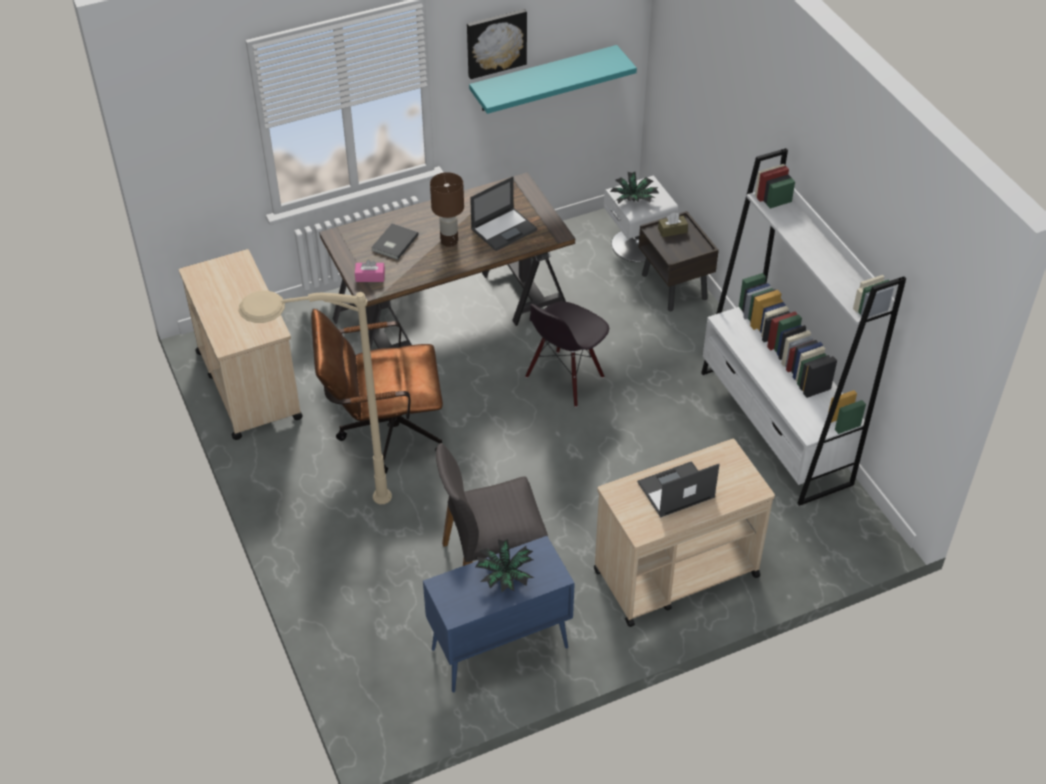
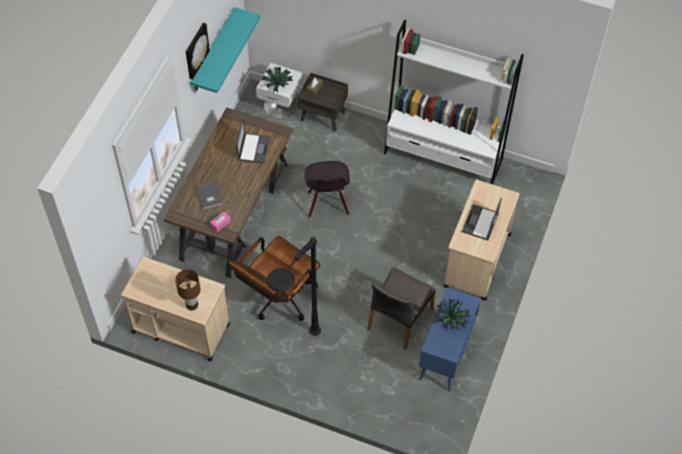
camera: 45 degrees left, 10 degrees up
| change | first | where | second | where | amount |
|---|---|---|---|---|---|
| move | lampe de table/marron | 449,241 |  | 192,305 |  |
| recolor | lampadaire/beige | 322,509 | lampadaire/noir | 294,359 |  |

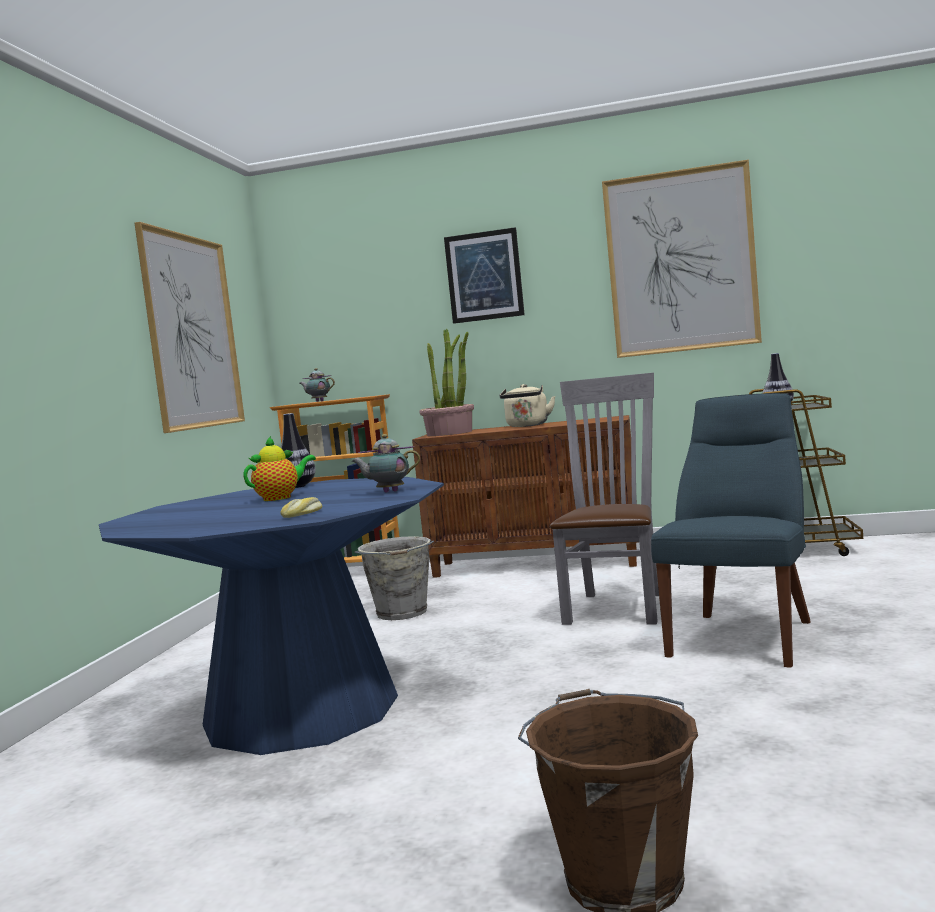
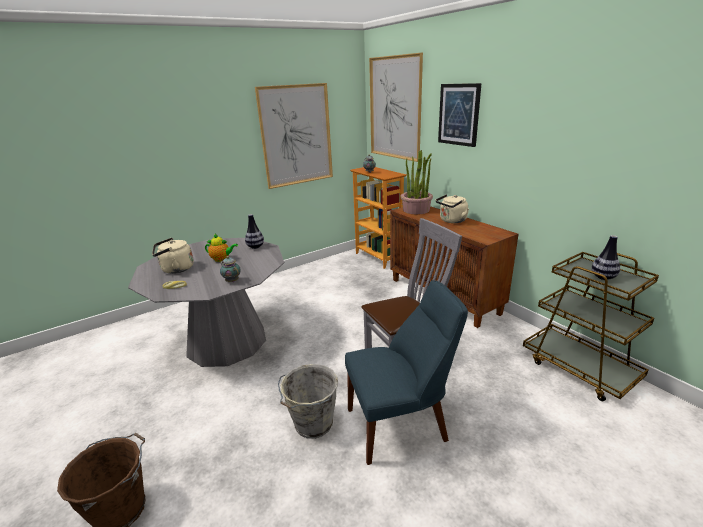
camera: 45 degrees right, 20 degrees up
| change | first | where | second | where | amount |
|---|---|---|---|---|---|
| insert |  |  | bouilloire/beige | 175,269 |  |
| move | seau/gris | 402,613 |  | 312,424 |  |
| move | tableau | 680,262 |  | 395,108 |  |
| recolor | table à manger/bleu | 301,710 | table à manger/gris | 227,341 |  |

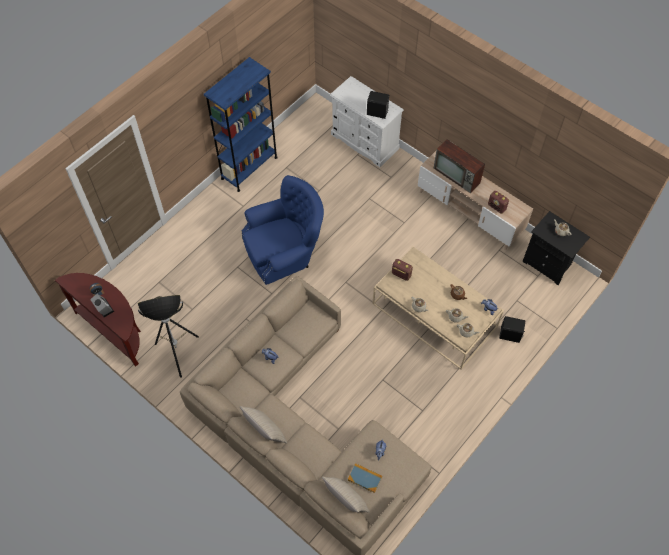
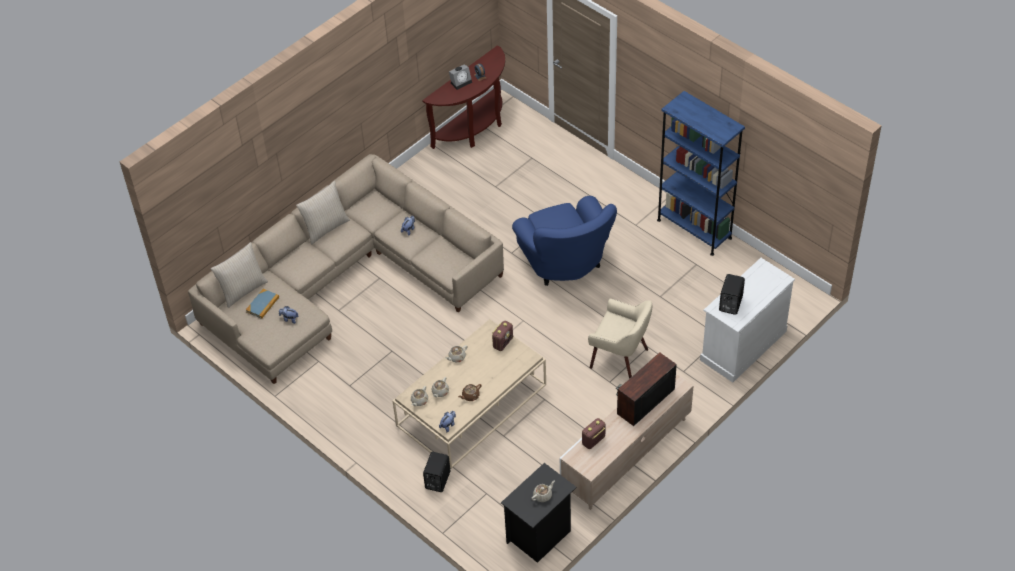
camera: 95 degrees right, 10 degrees down
| change | first | where | second | where | amount |
|---|---|---|---|---|---|
| delete | lampadaire | 178,354 |  |  |  |
| insert |  |  | fauteuil/beige | 620,358 |  |

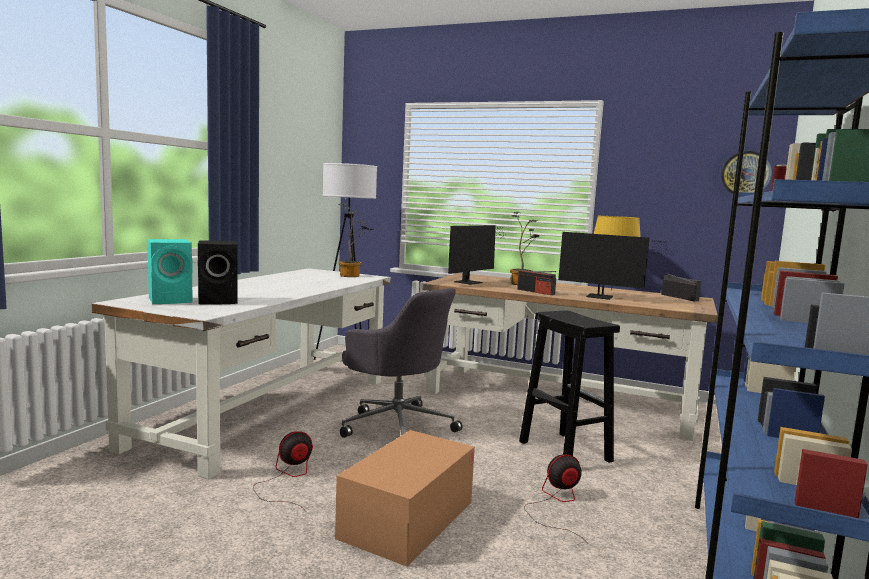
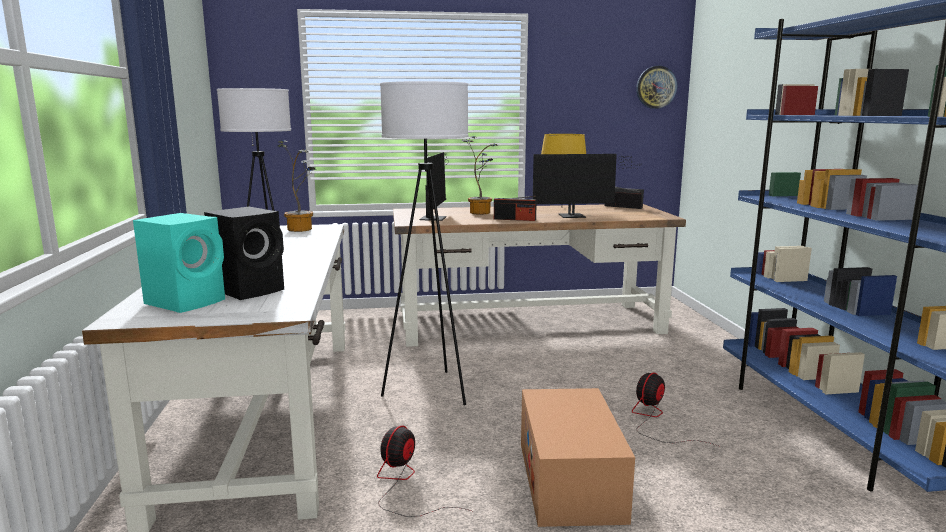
camera: 30 degrees left, 5 degrees up
| change | first | where | second | where | amount |
|---|---|---|---|---|---|
| delete | tabouret/noir | 563,451 |  |  |  |
| replace | chaise de bureau/gris | 397,426 | lampadaire/blanc | 429,390 |  |

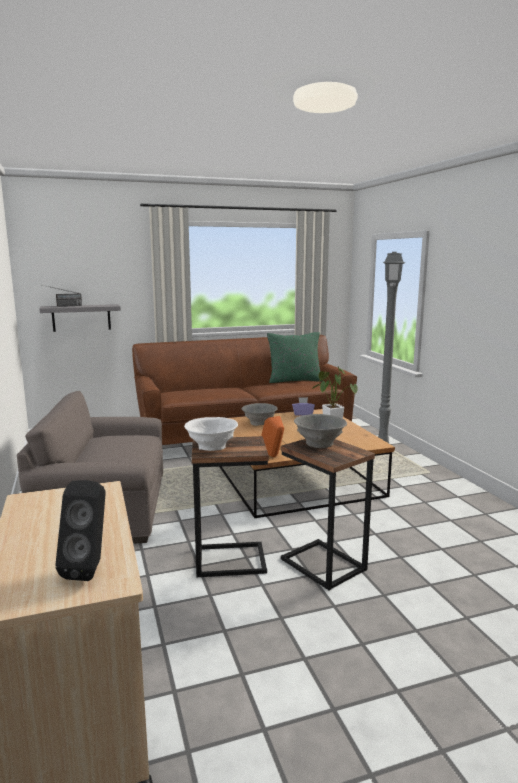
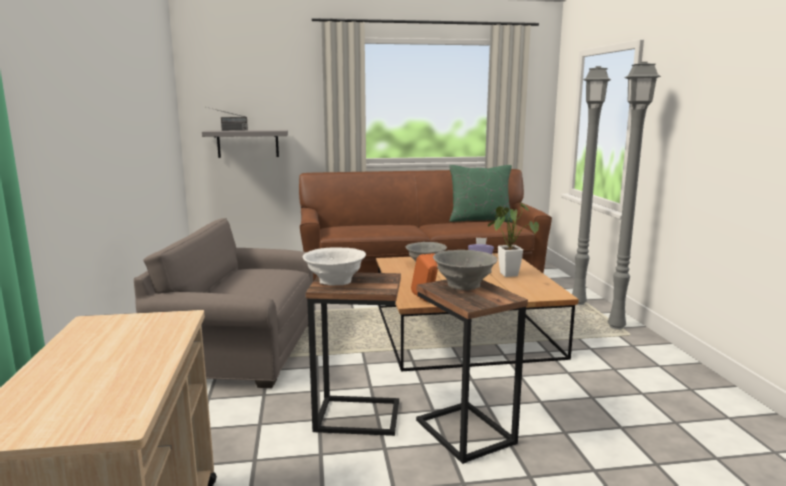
camera: 10 degrees right, 0 degrees up
| change | first | where | second | where | amount |
|---|---|---|---|---|---|
| delete | enceinte/noir | 90,568 |  |  |  |
| insert |  |  | lampadaire/gris | 617,327 |  |

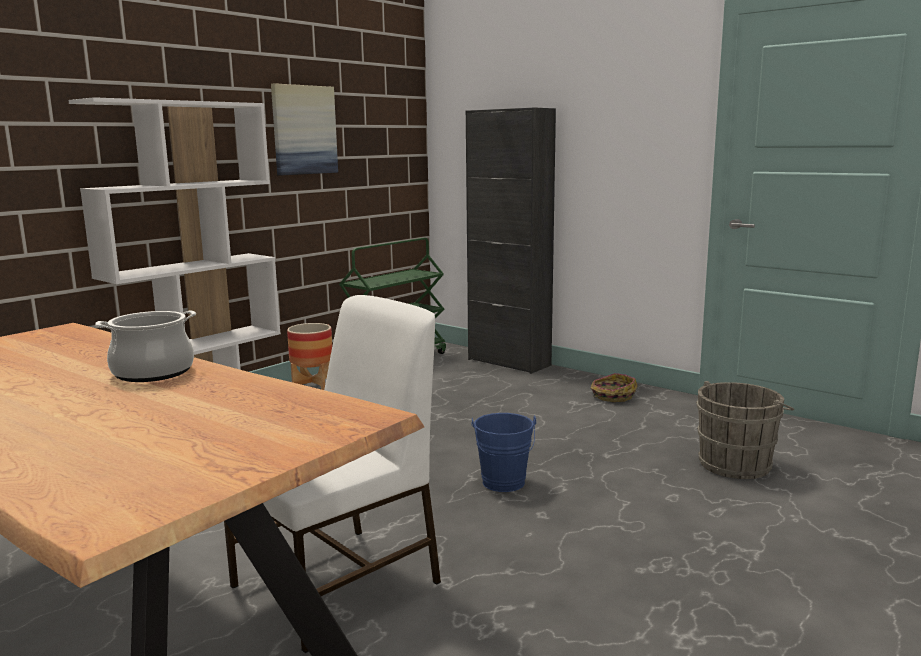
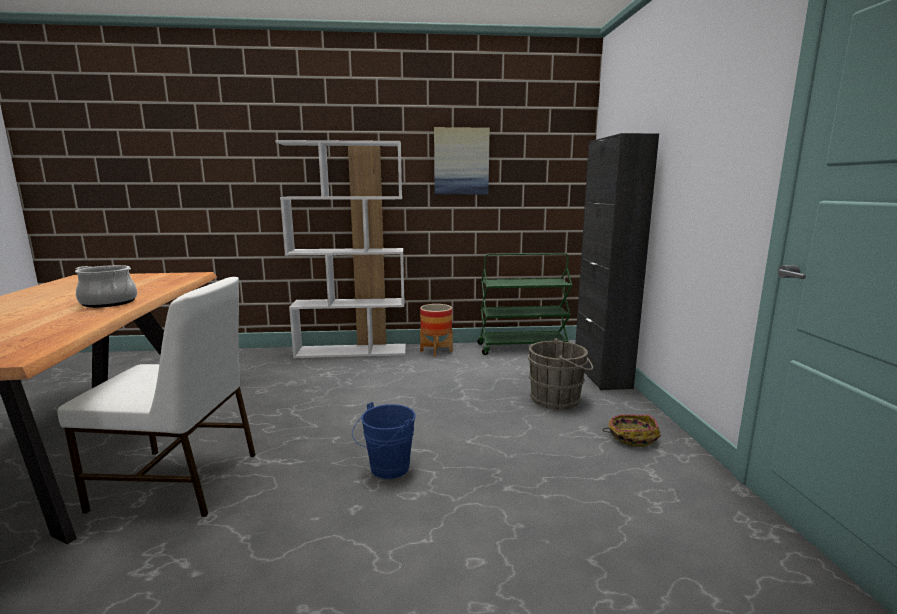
camera: 45 degrees right, 0 degrees up
| change | first | where | second | where | amount |
|---|---|---|---|---|---|
| move | seau/gris | 737,463 |  | 558,399 |  |

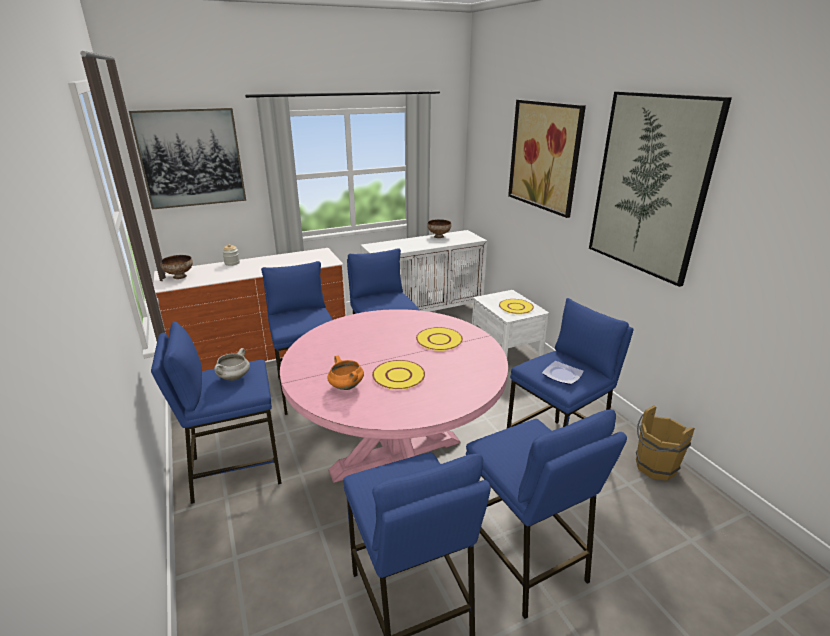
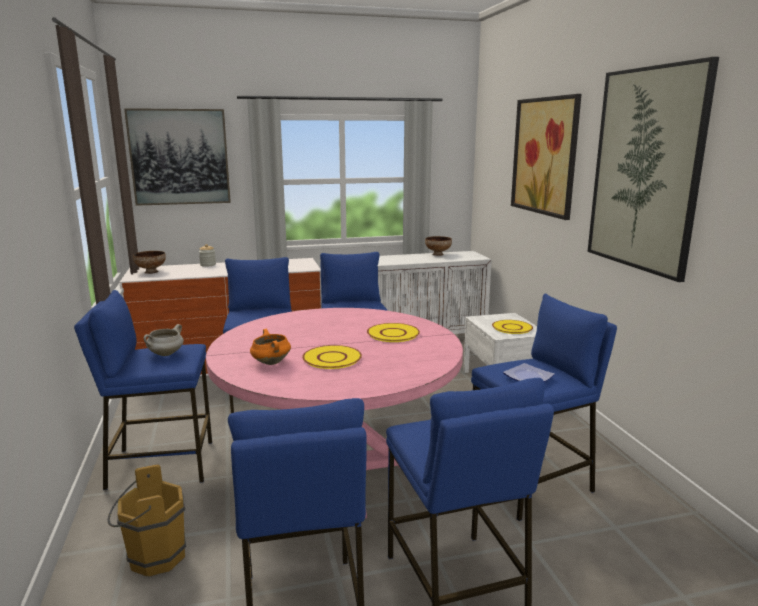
camera: 10 degrees right, 10 degrees down
| change | first | where | second | where | amount |
|---|---|---|---|---|---|
| move | seau/marron | 653,468 |  | 152,558 |  |

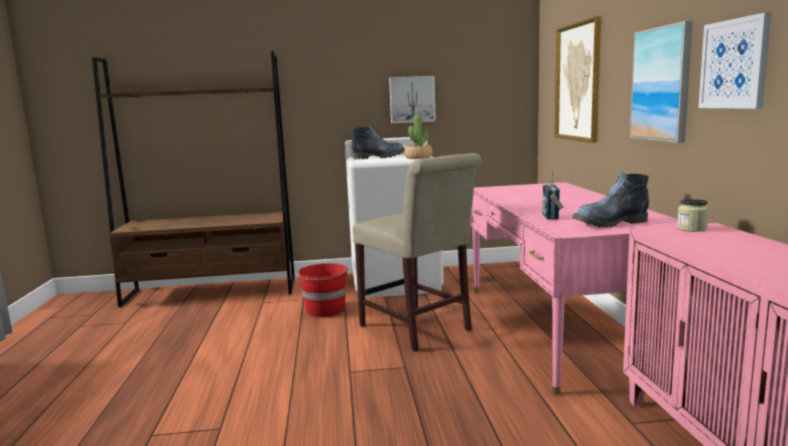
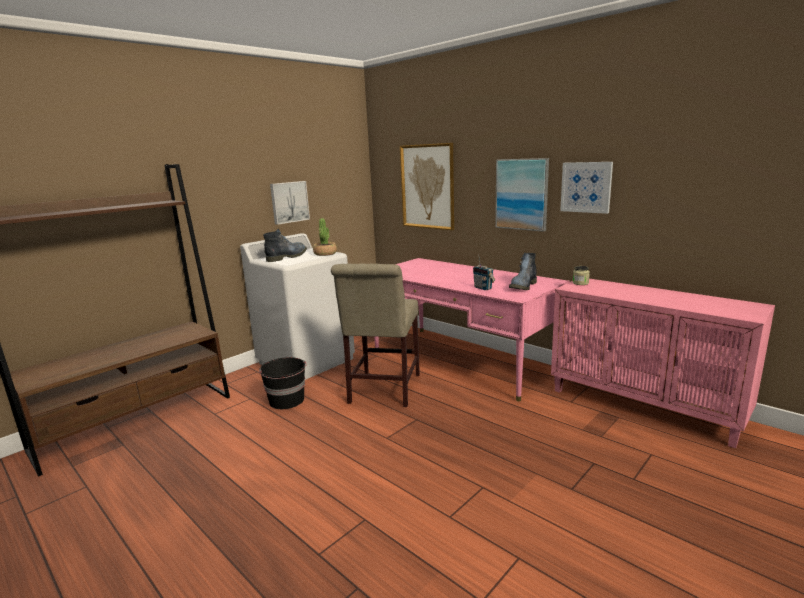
camera: 40 degrees left, 5 degrees up
| change | first | where | second | where | amount |
|---|---|---|---|---|---|
| recolor | seau/rouge | 325,310 | seau/noir | 287,401 |  |
| rotate | chaise/beige | 418,329 |  | 383,390 | 90 degrees clockwise |

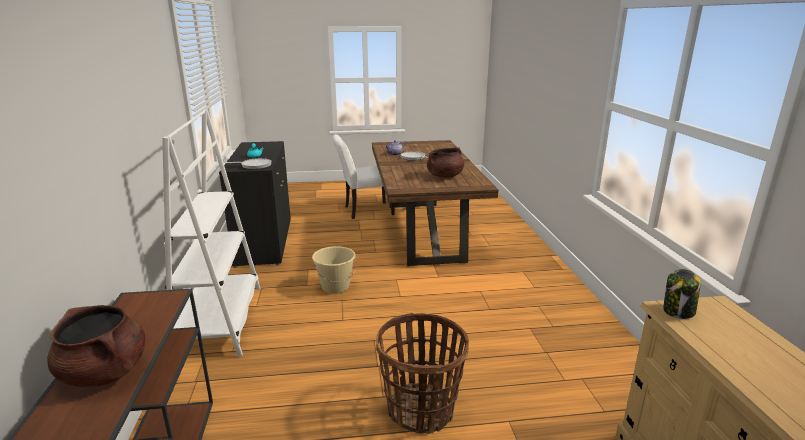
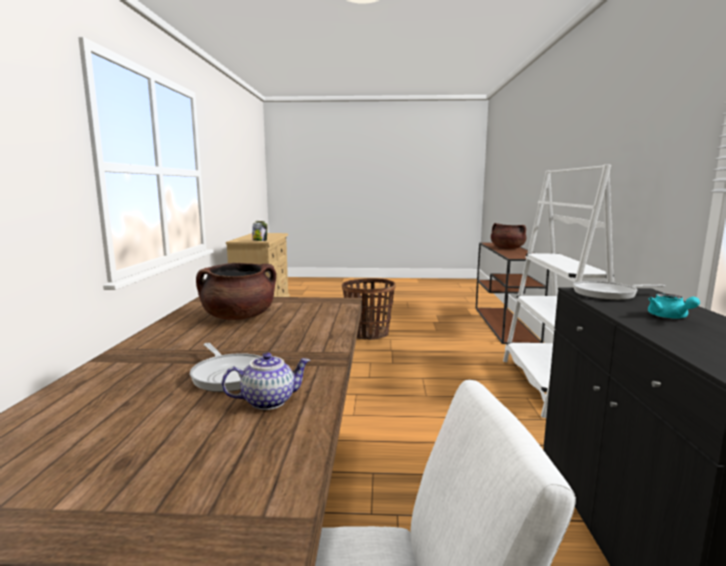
camera: 170 degrees left, 10 degrees down
| change | first | where | second | where | amount |
|---|---|---|---|---|---|
| delete | seau/beige | 335,287 |  |  |  |

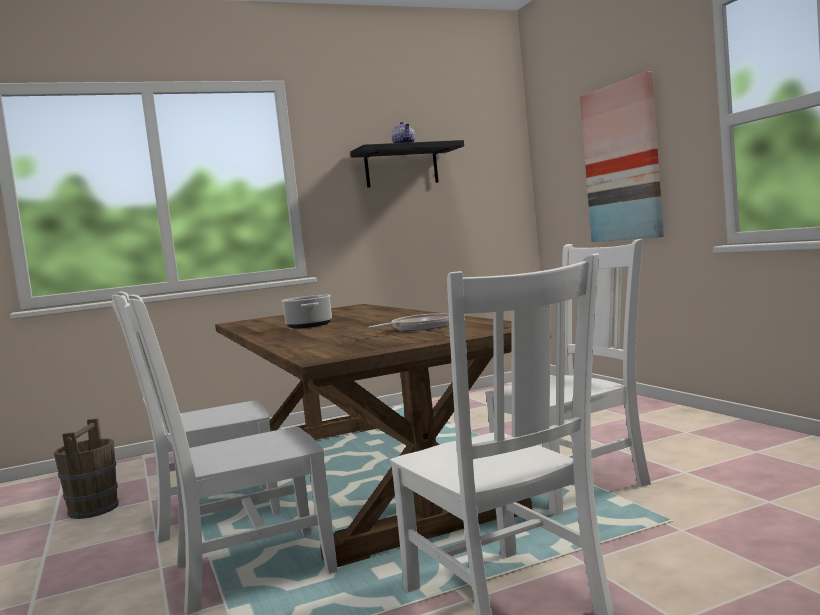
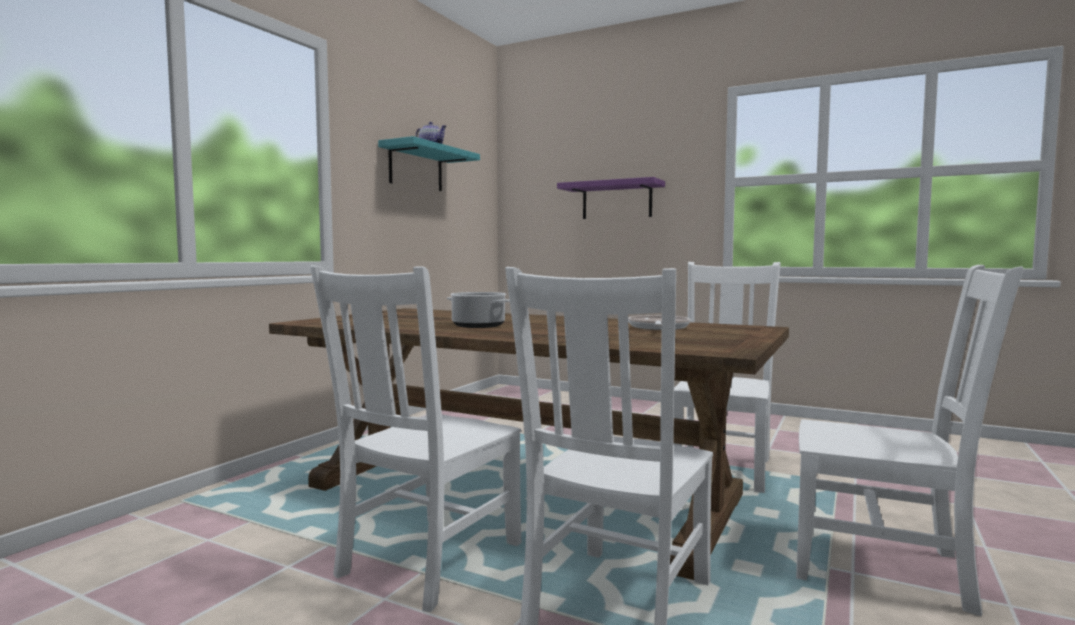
camera: 40 degrees left, 0 degrees up
| change | first | where | second | where | amount |
|---|---|---|---|---|---|
| delete | seau/marron | 93,509 |  |  |  |
| replace | tableau | 622,162 | étagère/violet | 617,200 |  |
| recolor | étagère/noir | 401,167 | étagère/turquoise | 416,168 |  |

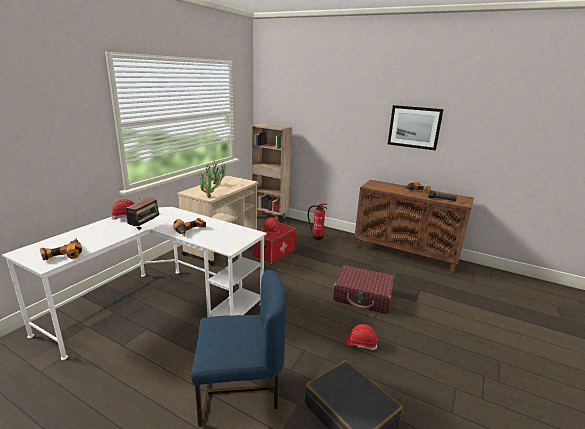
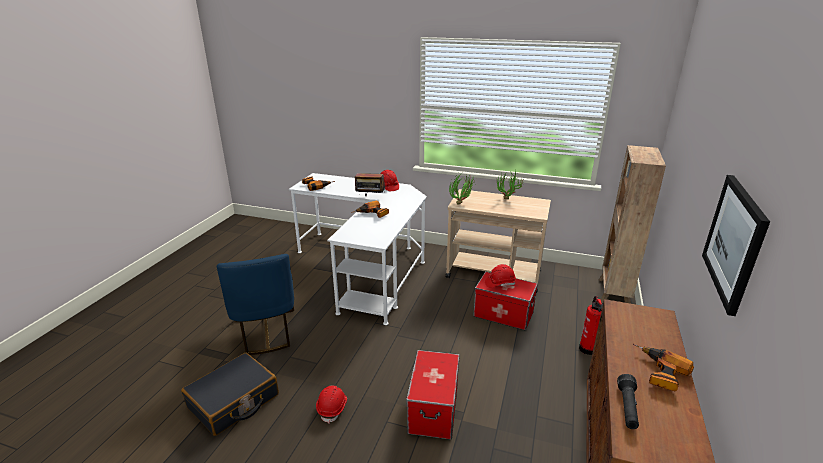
camera: 80 degrees right, 5 degrees up
| change | first | where | second | where | amount |
|---|---|---|---|---|---|
| replace | valise/rouge | 363,296 | boîte de rangement | 433,409 |  |

